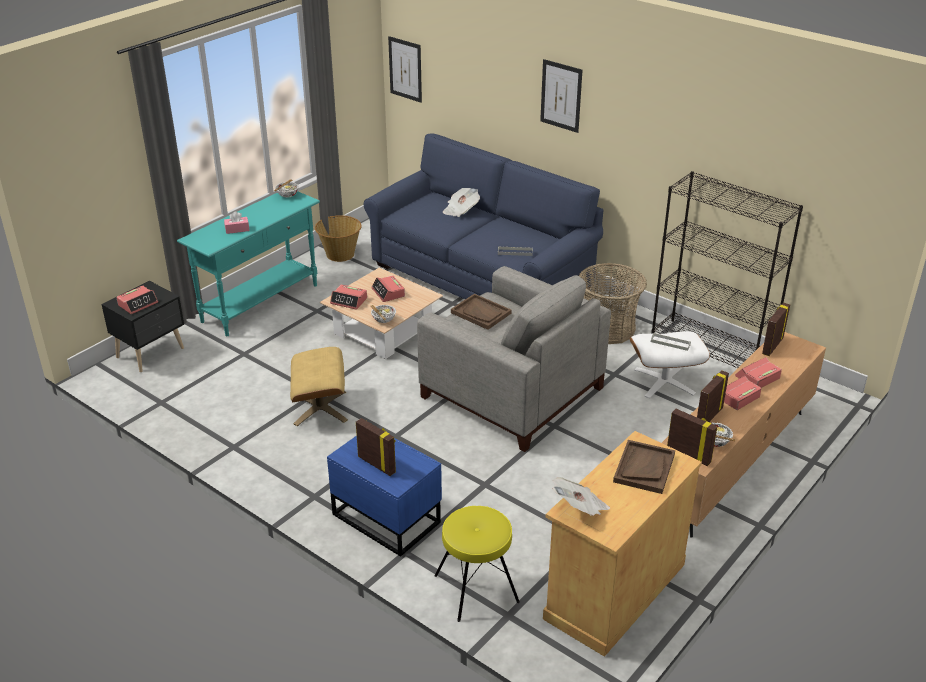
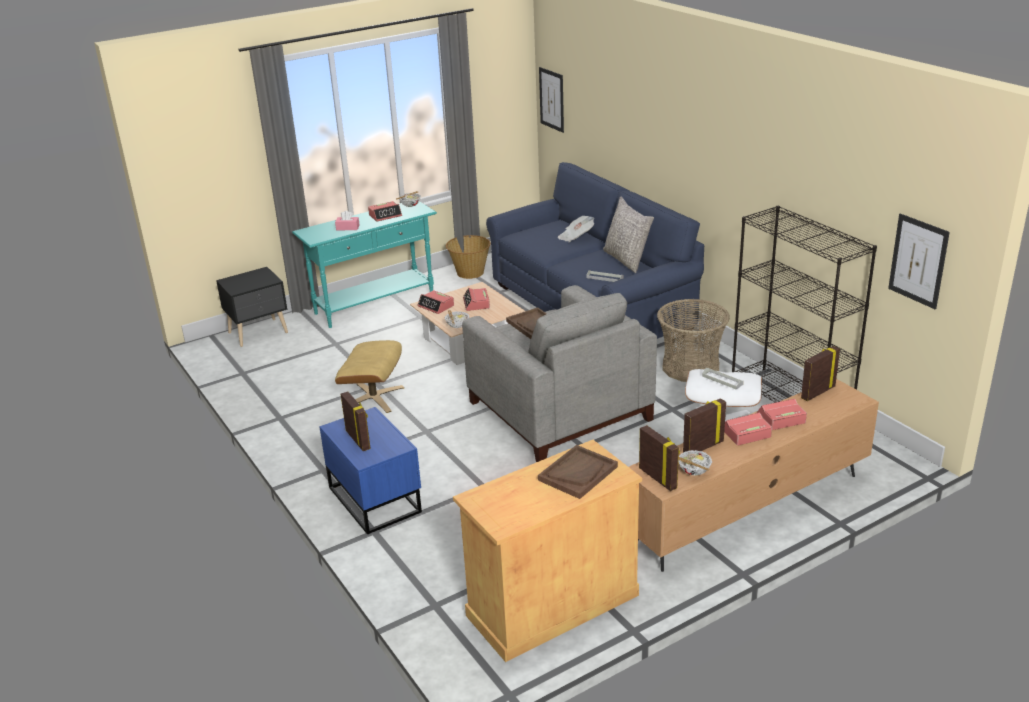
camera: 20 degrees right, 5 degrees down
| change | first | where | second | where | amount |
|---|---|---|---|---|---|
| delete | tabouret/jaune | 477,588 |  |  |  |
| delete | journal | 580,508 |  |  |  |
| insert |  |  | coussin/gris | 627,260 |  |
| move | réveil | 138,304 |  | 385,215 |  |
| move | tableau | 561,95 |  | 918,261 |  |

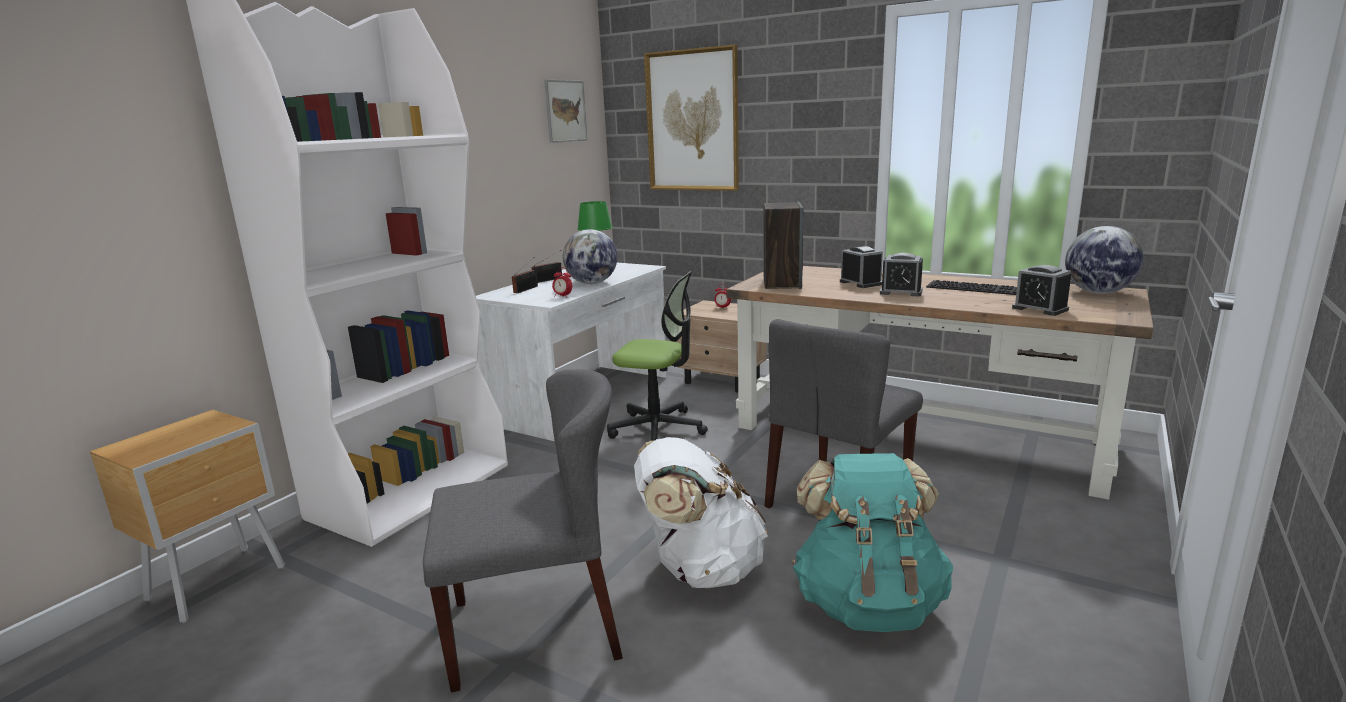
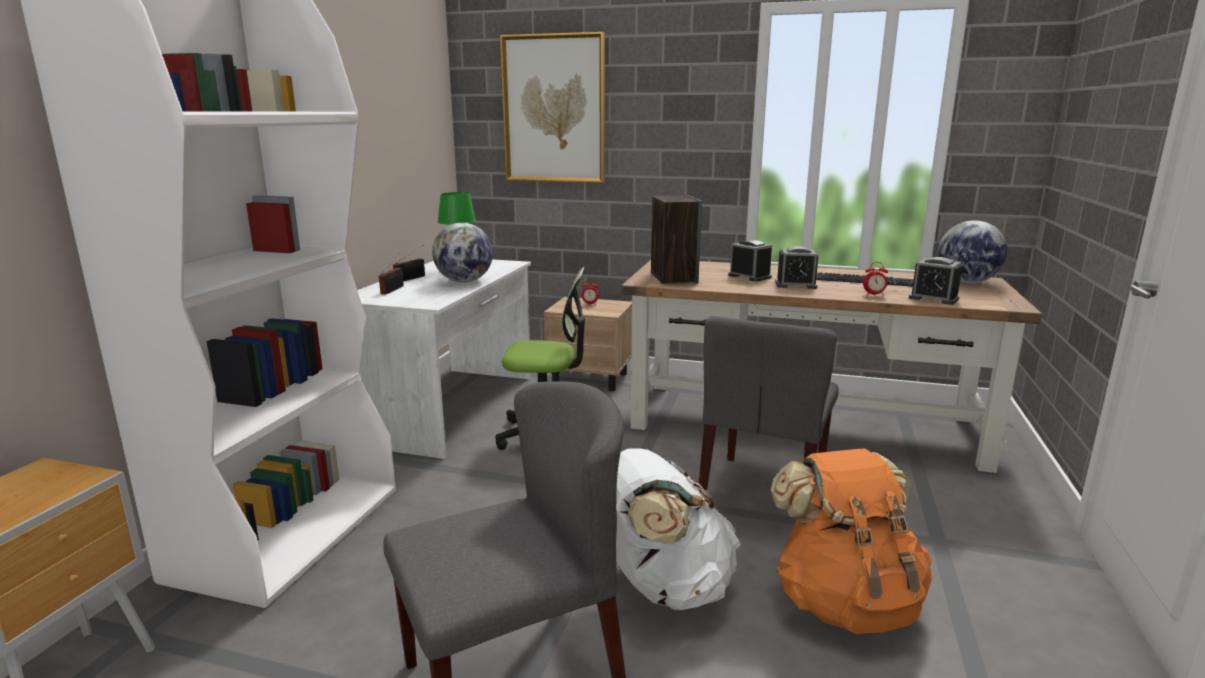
camera: 15 degrees left, 0 degrees up
| change | first | where | second | where | amount |
|---|---|---|---|---|---|
| delete | tableau | 565,111 |  |  |  |
| move | réveil | 563,296 |  | 874,295 |  |
| recolor | sac à dos/turquoise | 868,603 | sac à dos/orange | 845,602 |  |

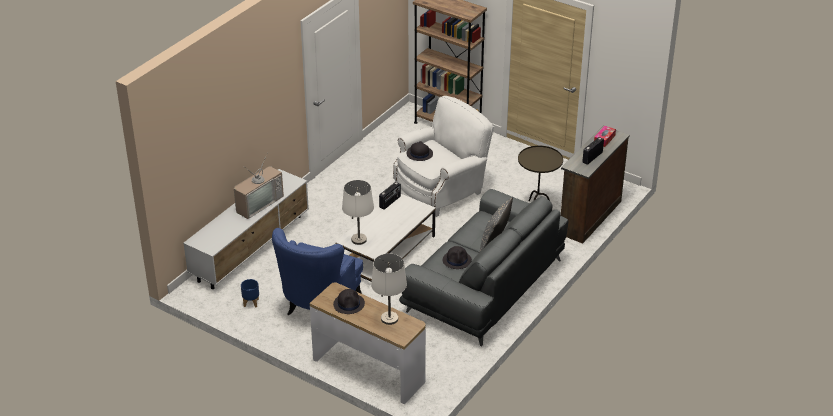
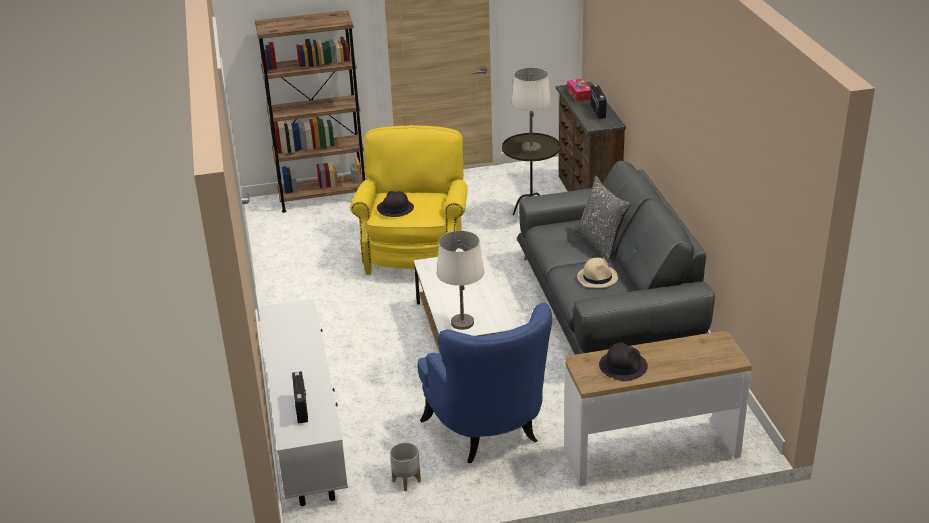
camera: 45 degrees left, 5 degrees down
| change | first | where | second | where | amount |
|---|---|---|---|---|---|
| delete | téléviseur | 258,203 |  |  |  |
| move | lampe de table/blanc | 389,318 |  | 530,148 |  |
| move | radio | 390,202 |  | 302,408 |  |
| recolor | cache-pot/bleu | 251,302 | cache-pot/gris | 406,480 |  |
| recolor | fauteuil/blanc | 442,189 | fauteuil/jaune | 415,250 |  |
| recolor | chapeau/noir | 457,260 | chapeau/beige | 597,277 |  |

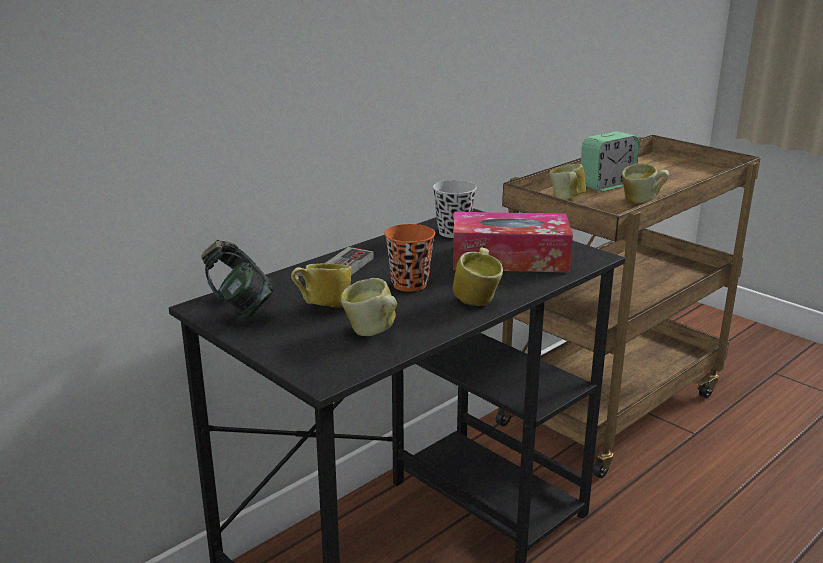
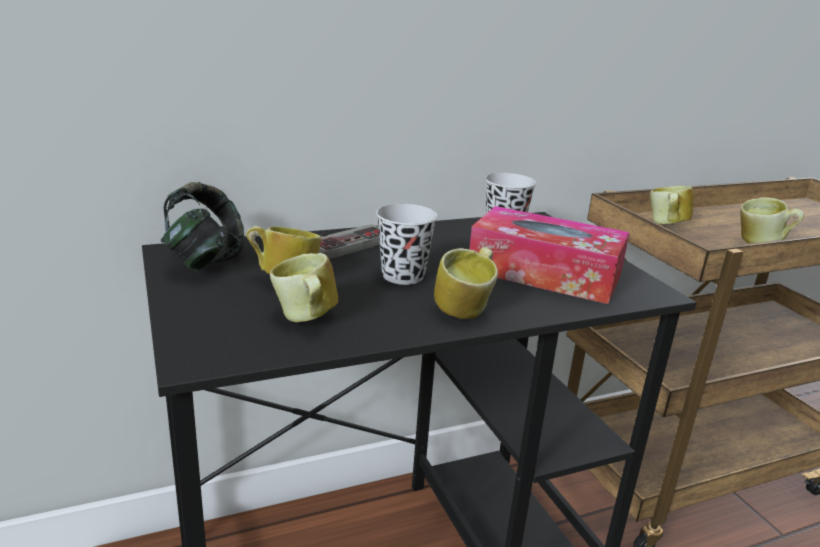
camera: 20 degrees right, 0 degrees up
| change | first | where | second | where | amount |
|---|---|---|---|---|---|
| delete | réveil | 607,185 |  |  |  |
| recolor | tasse/orange | 409,284 | tasse/noir | 403,276 |  |

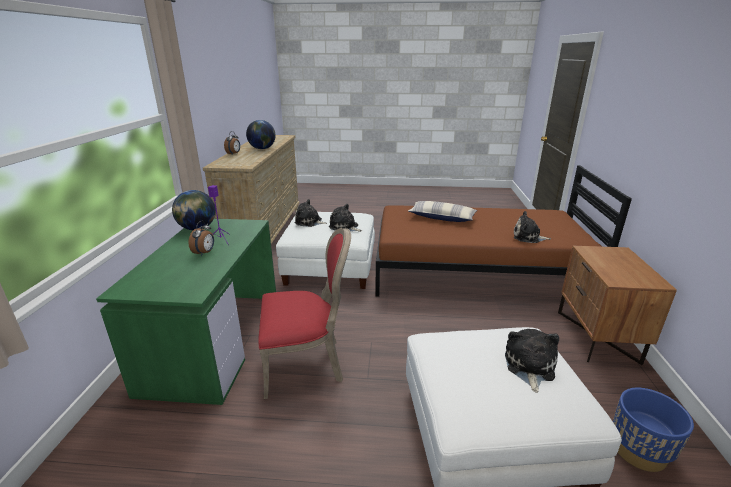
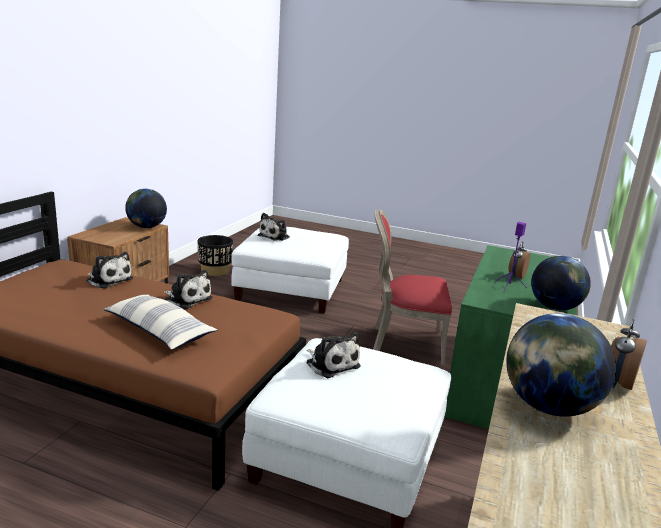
camera: 165 degrees left, 5 degrees down
| change | first | where | second | where | amount |
|---|---|---|---|---|---|
| insert |  |  | globe | 146,227 |  |
| move | peluche | 309,222 |  | 187,299 |  |
| recolor | cache-pot/bleu | 639,451 | cache-pot/noir | 215,271 |  |

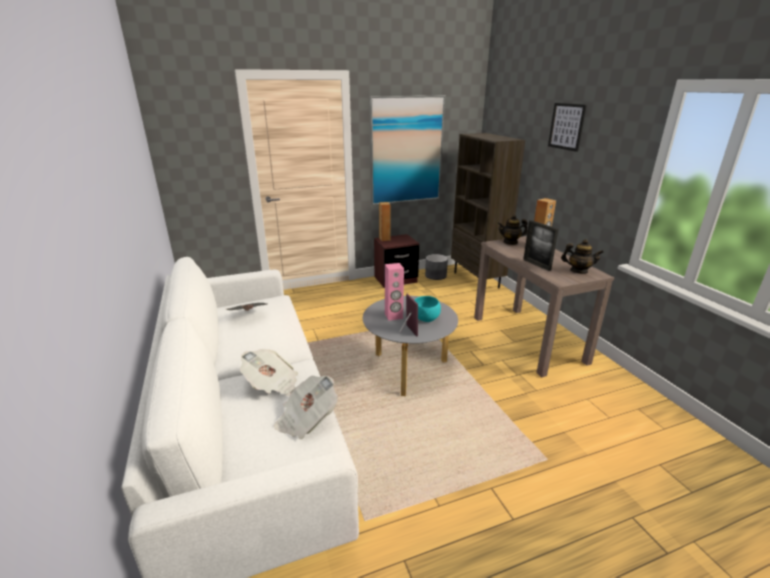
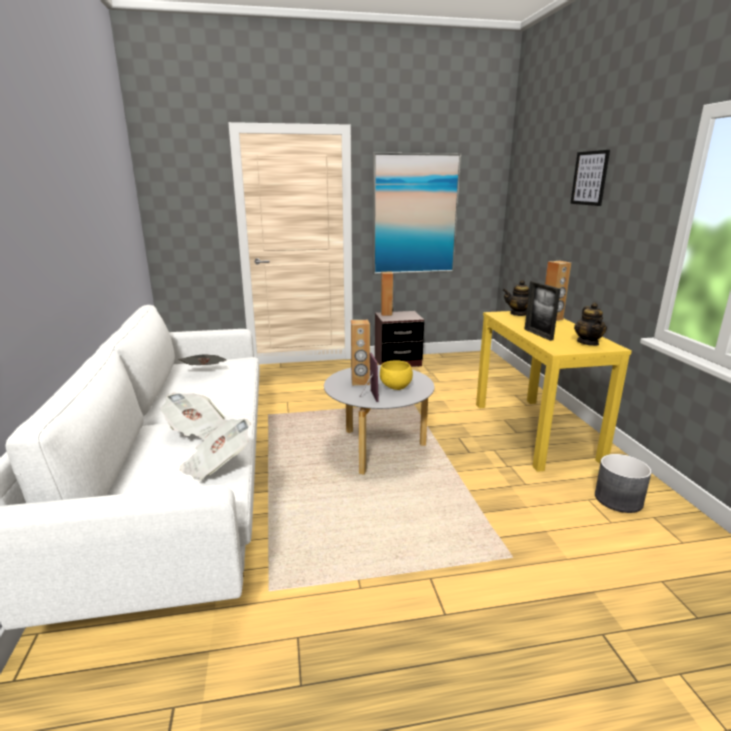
camera: 10 degrees right, 5 degrees down
| change | first | where | second | where | amount |
|---|---|---|---|---|---|
| delete | bibliothèque/marron | 477,280 |  |  |  |
| move | cache-pot/gris | 436,275 |  | 619,499 |  |
| recolor | enceinte/rose | 393,316 | enceinte/marron | 360,382 |  |
| recolor | bol/turquoise | 426,319 | bol/jaune | 396,387 |  |
| recolor | table console/marron | 528,339 | table console/jaune | 535,431 |  |
| rotate | théière | 578,271 |  | 588,342 | 60 degrees clockwise |

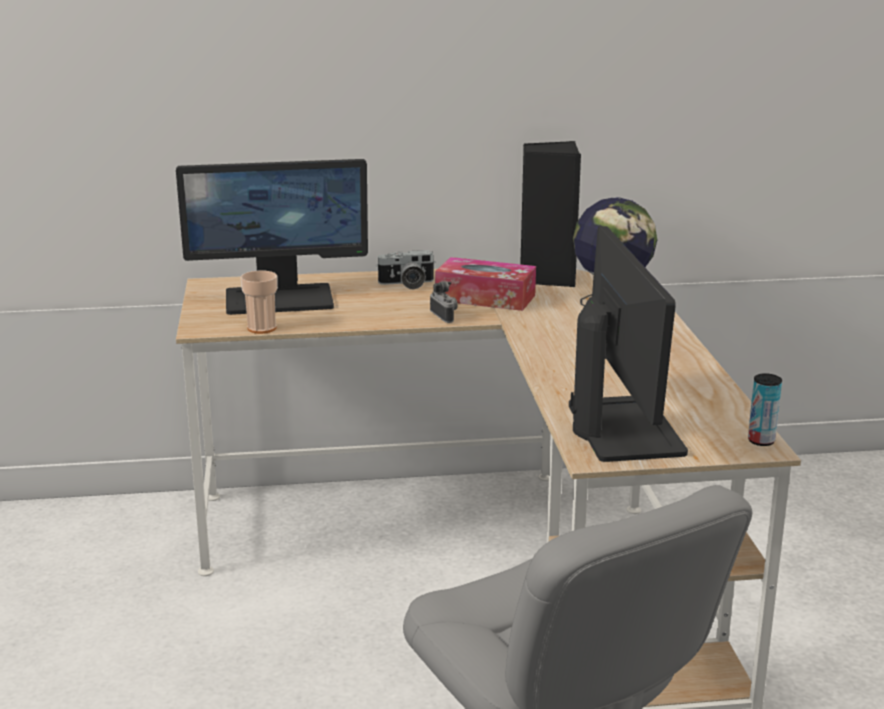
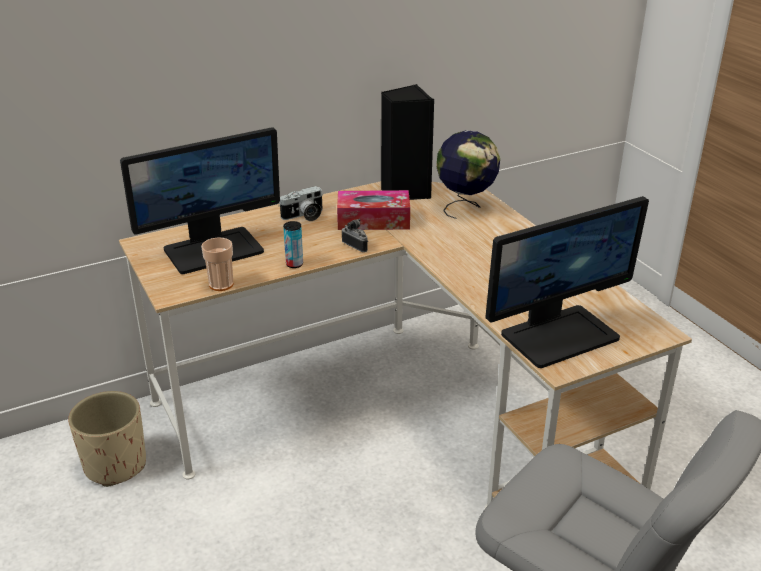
camera: 20 degrees left, 10 degrees up
| change | first | where | second | where | amount |
|---|---|---|---|---|---|
| insert |  |  | cache-pot/beige | 114,465 |  |
| move | boîte métallique | 761,441 |  | 294,264 |  |
| rotate | écran d'ordinateur | 621,428 |  | 559,335 | 90 degrees clockwise |

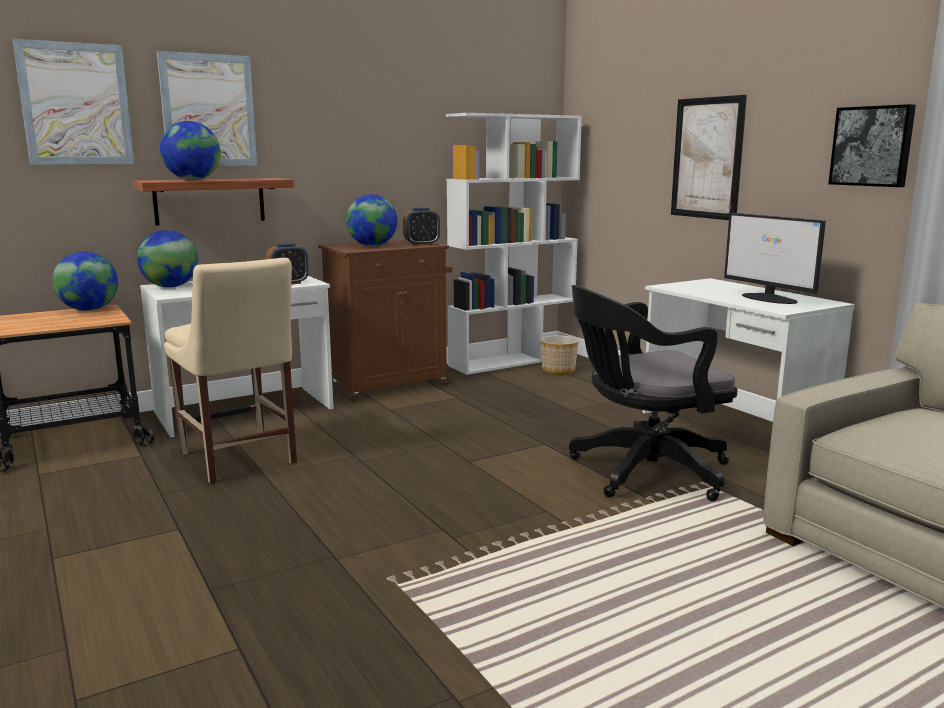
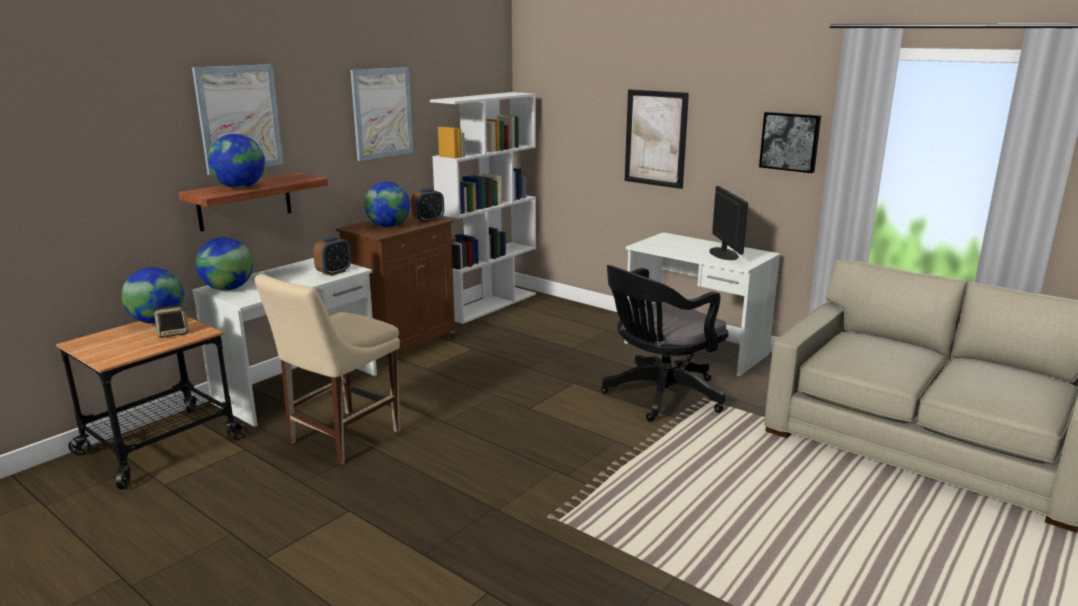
camera: 20 degrees left, 5 degrees up
| change | first | where | second | where | amount |
|---|---|---|---|---|---|
| delete | cache-pot | 558,370 |  |  |  |
| insert |  |  | enceinte | 173,333 |  |
| move | tableau | 76,104 |  | 382,113 |  |
| rotate | chaise/beige | 239,460 |  | 340,438 | 90 degrees clockwise |
| rotate | écran d'ordinateur | 769,298 |  | 723,253 | 135 degrees counterclockwise |

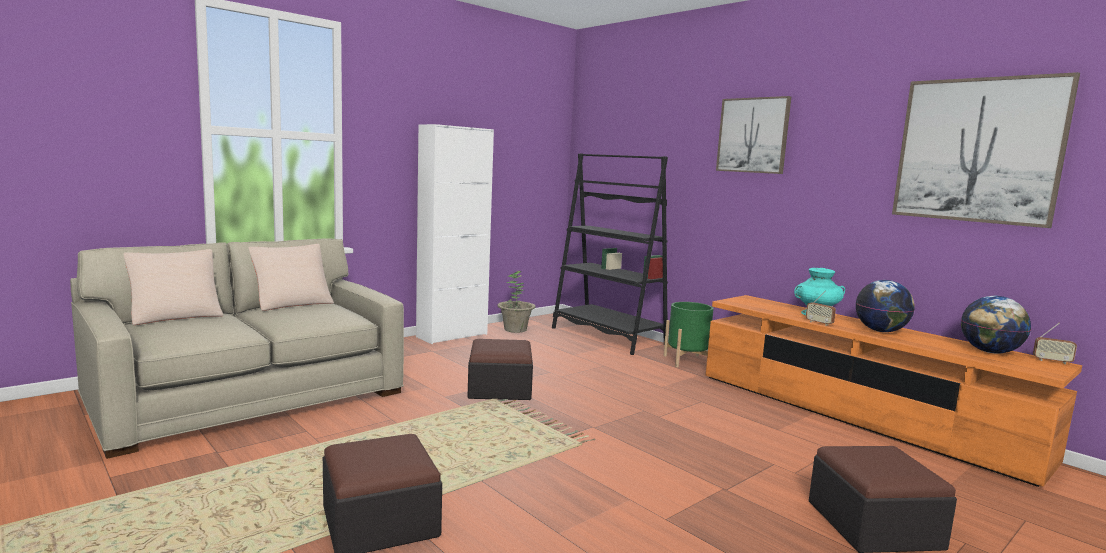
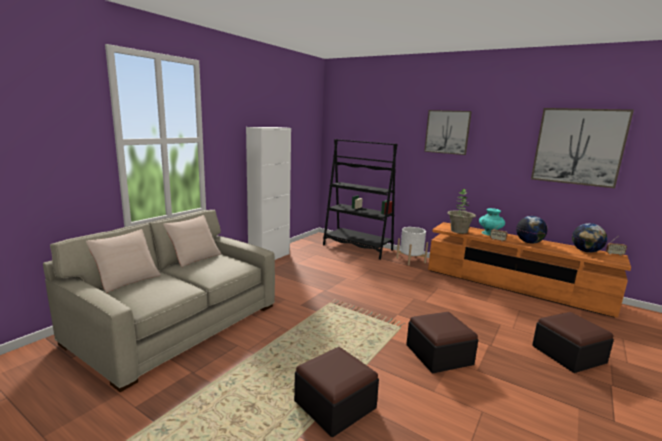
camera: 15 degrees left, 5 degrees up
| change | first | where | second | where | amount |
|---|---|---|---|---|---|
| move | pouf | 500,388 |  | 439,355 |  |
| move | plante en pot | 515,329 |  | 459,231 |  |
| recolor | cache-pot/vert | 687,361 | cache-pot/blanc | 410,260 |  |

